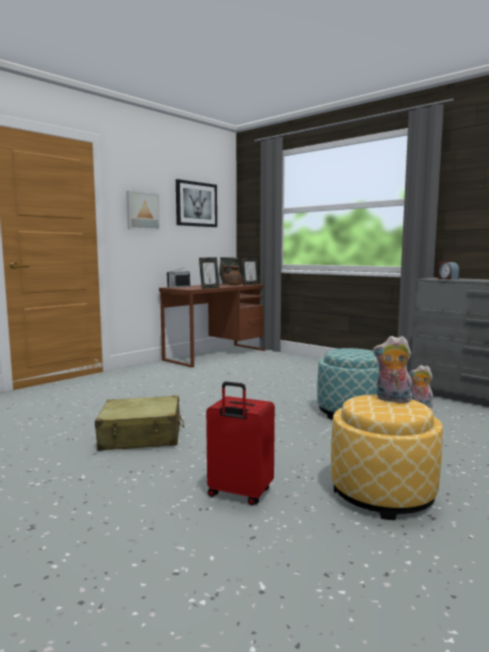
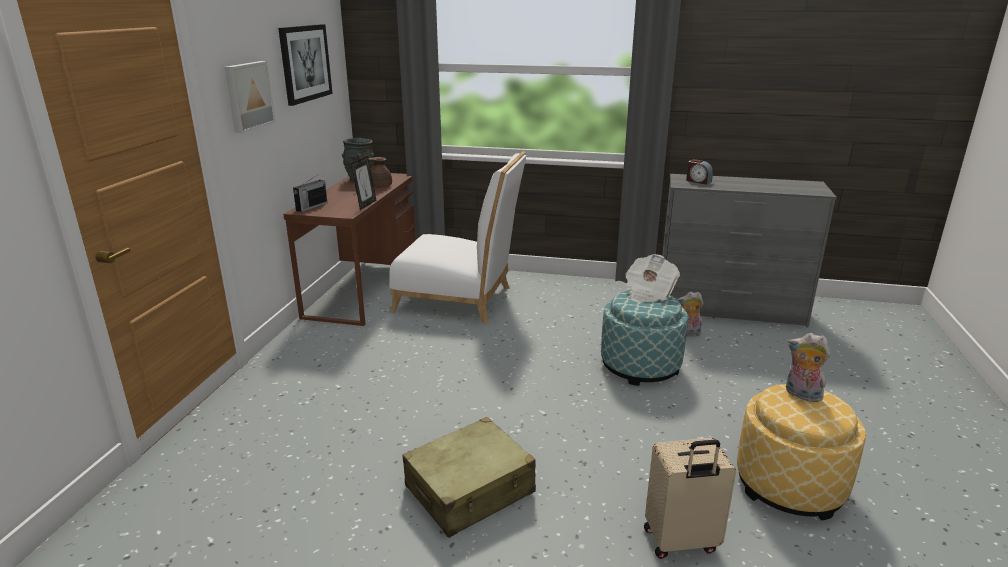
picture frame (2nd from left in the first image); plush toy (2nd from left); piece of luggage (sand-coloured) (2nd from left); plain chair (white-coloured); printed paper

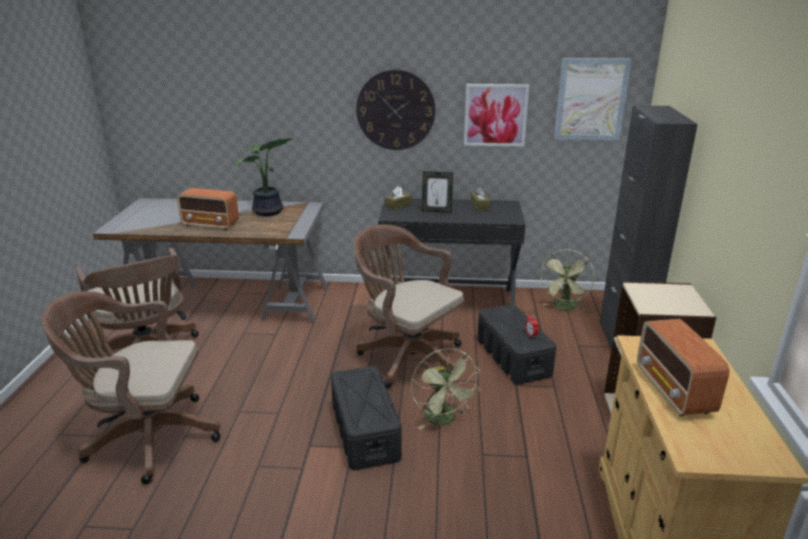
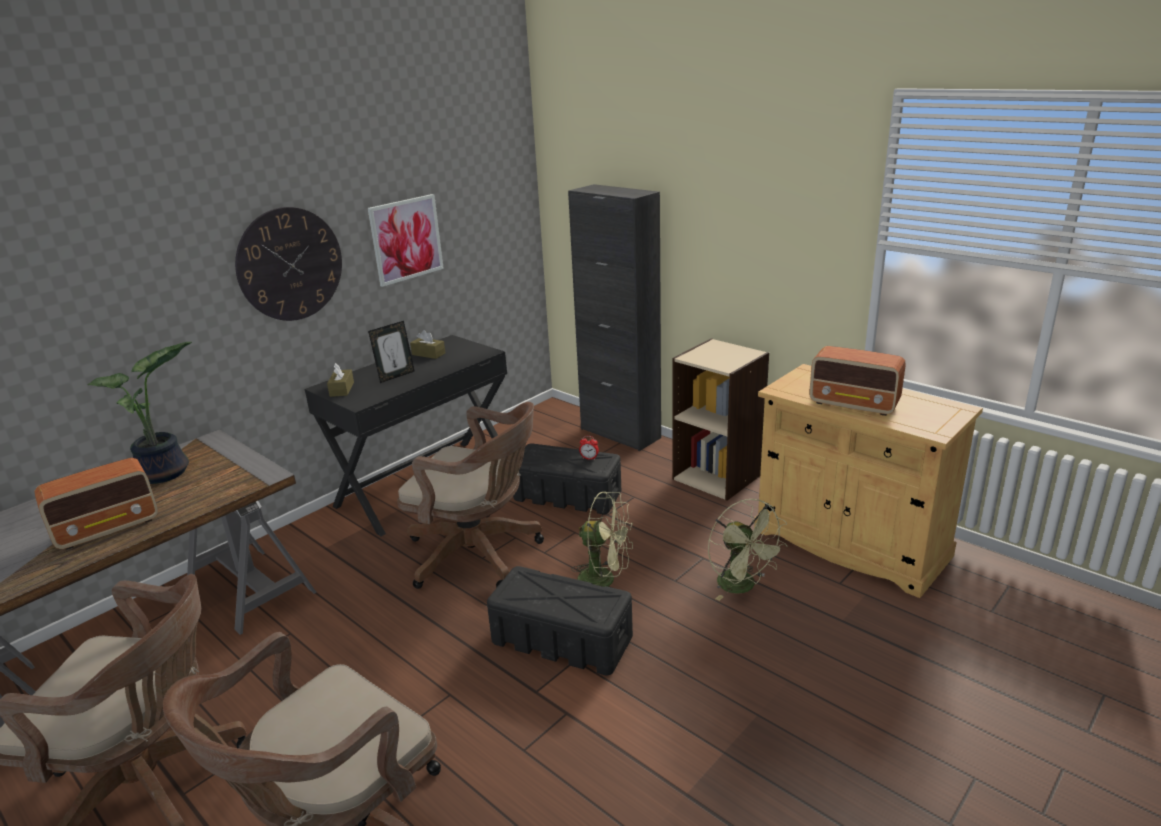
picture (2nd from left in the first image); desk chair (brown-coloured) (3rd from left); fan (green) (2nd from left)

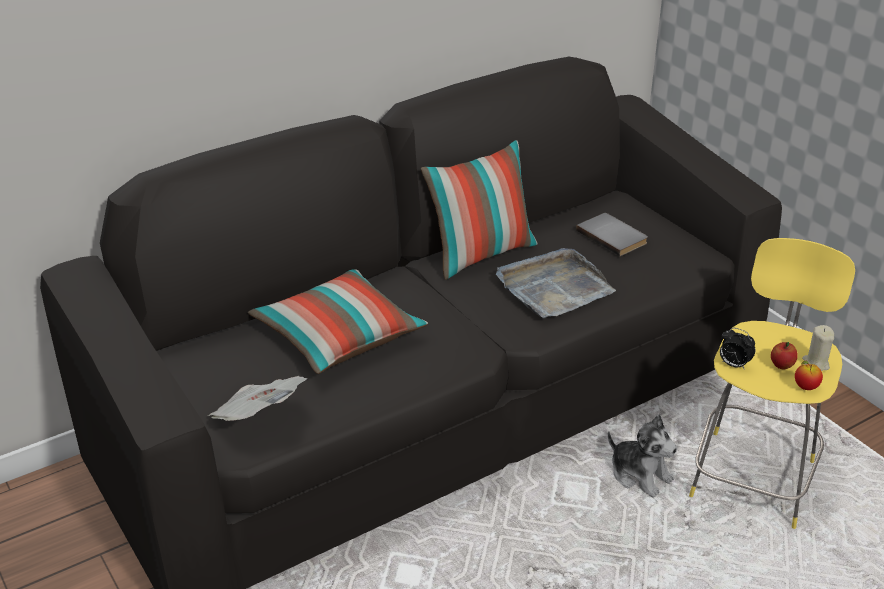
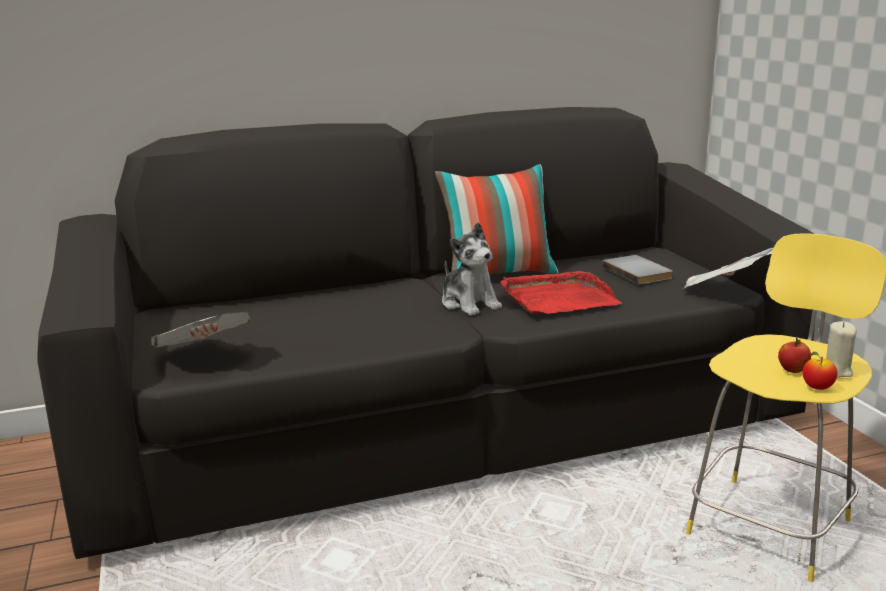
serving tray (red); throw pillow (1st from left in the first image); alarm clock; plush toy; printed paper (2nd from left)

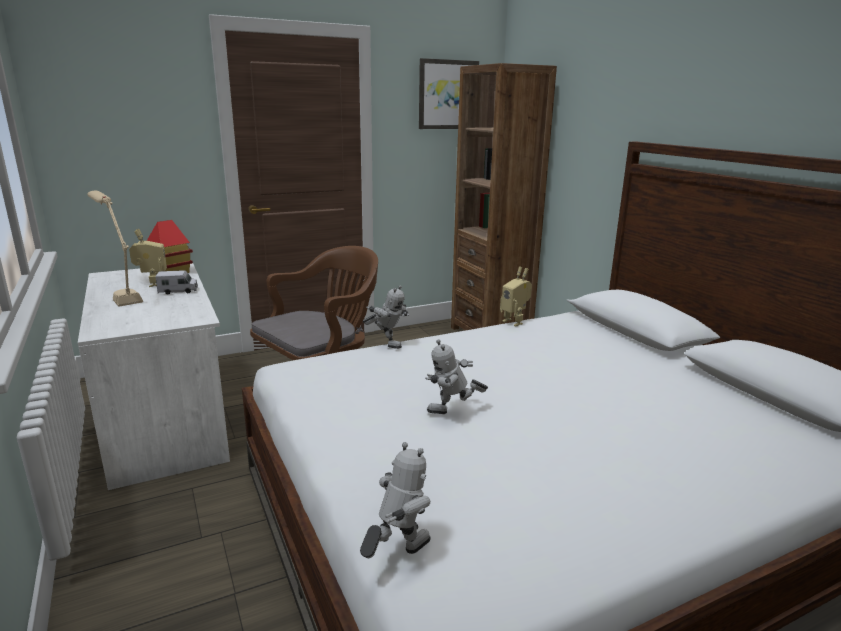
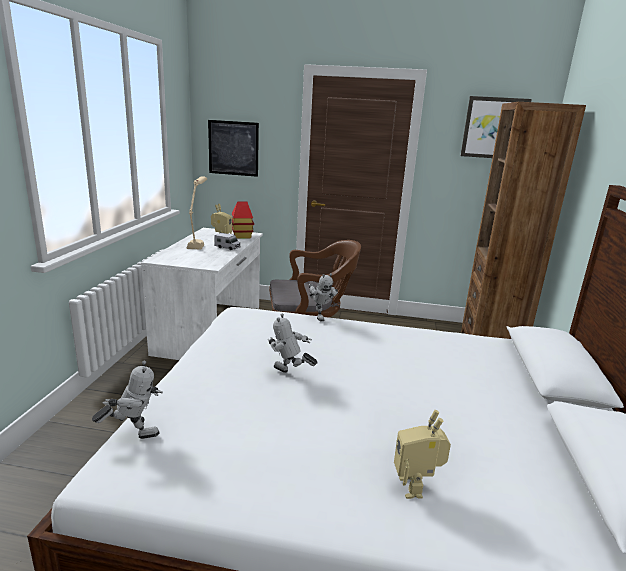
robot figure (5th from left); picture (1st from left)

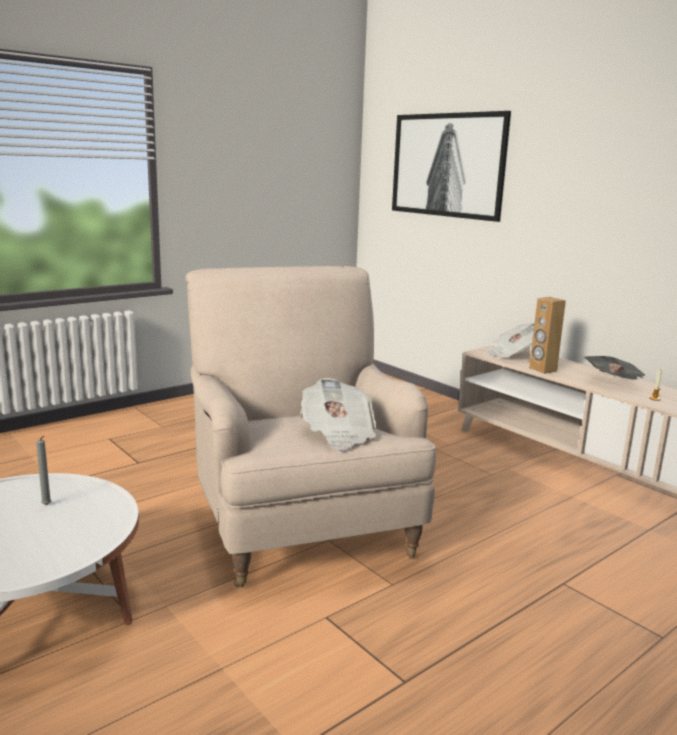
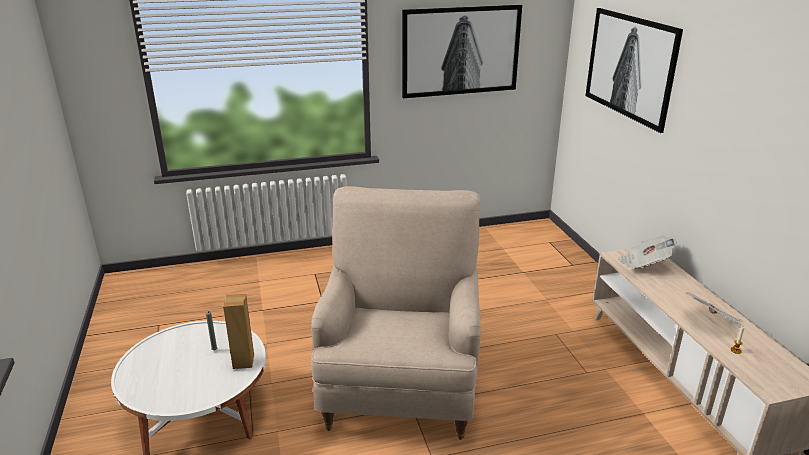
loudspeaker (brown-coloured); printed paper (1st from left in the first image); picture (1st from left)

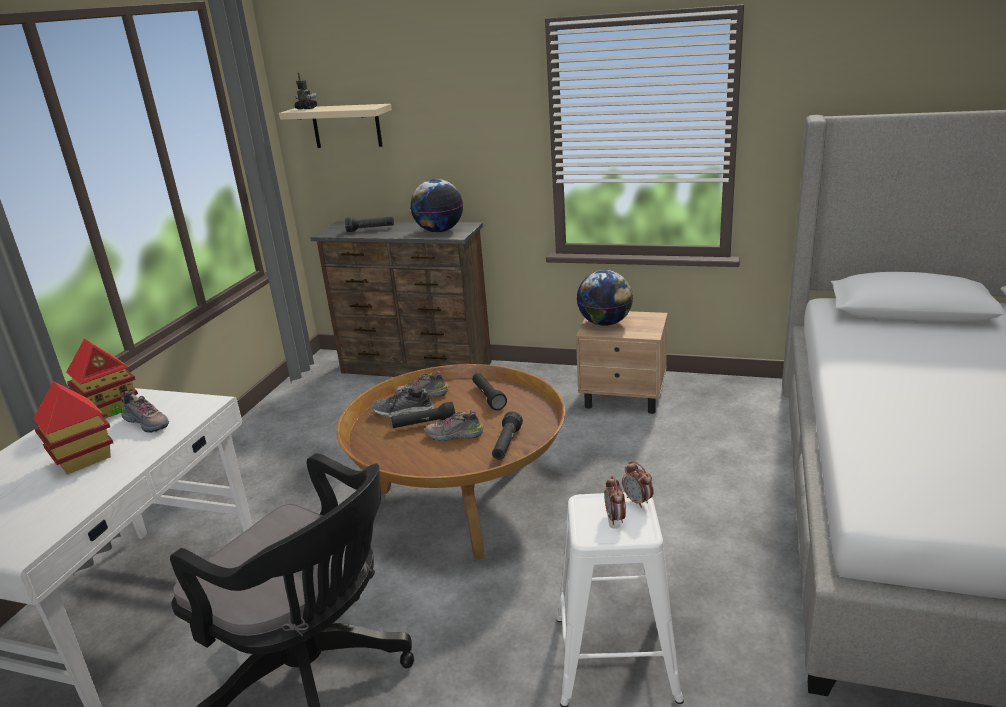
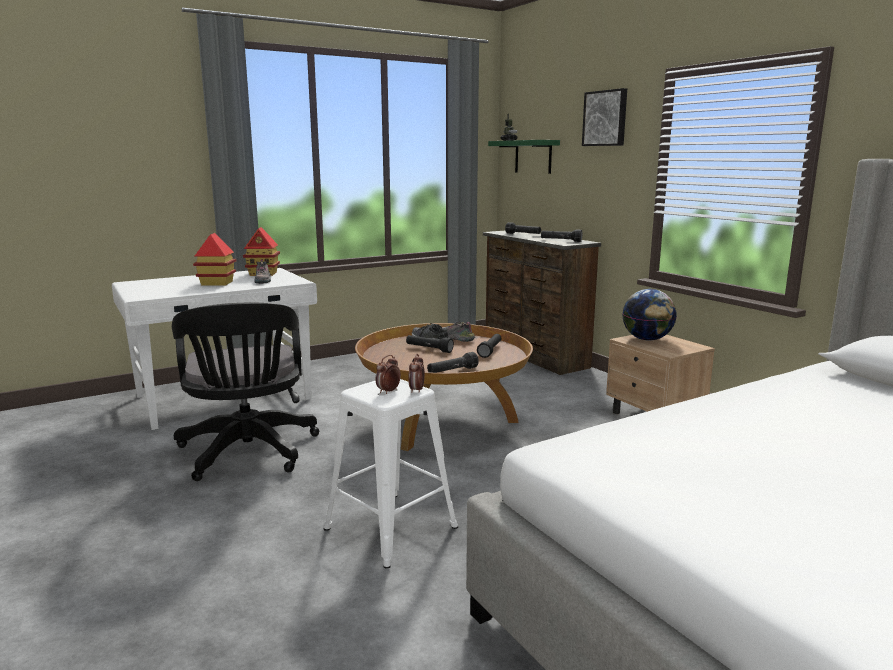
shelf (green); flashlight (black) (5th from left); shoe (4th from left in the first image); picture

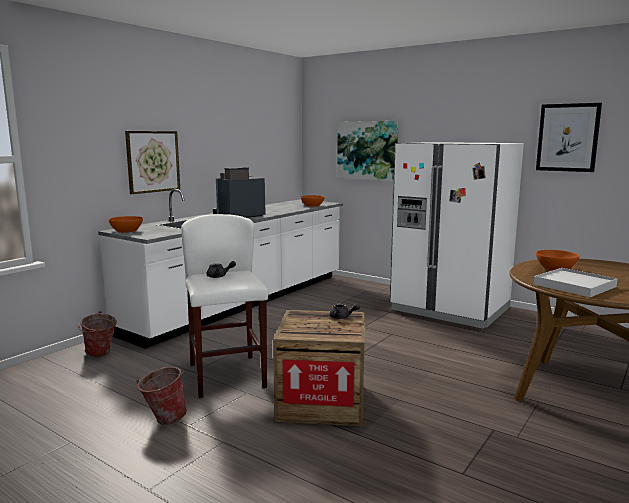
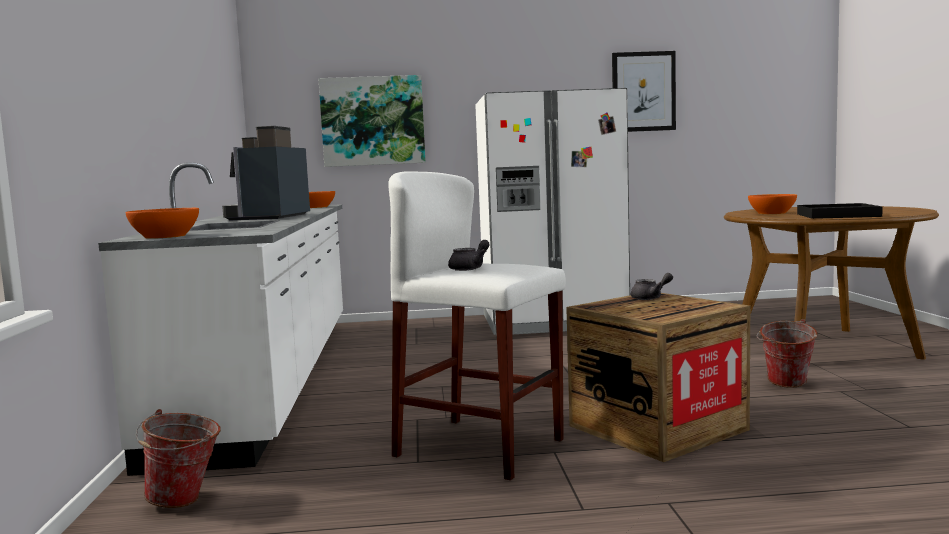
picture (1st from left in the first image); serving tray (black); pail (2nd from left)

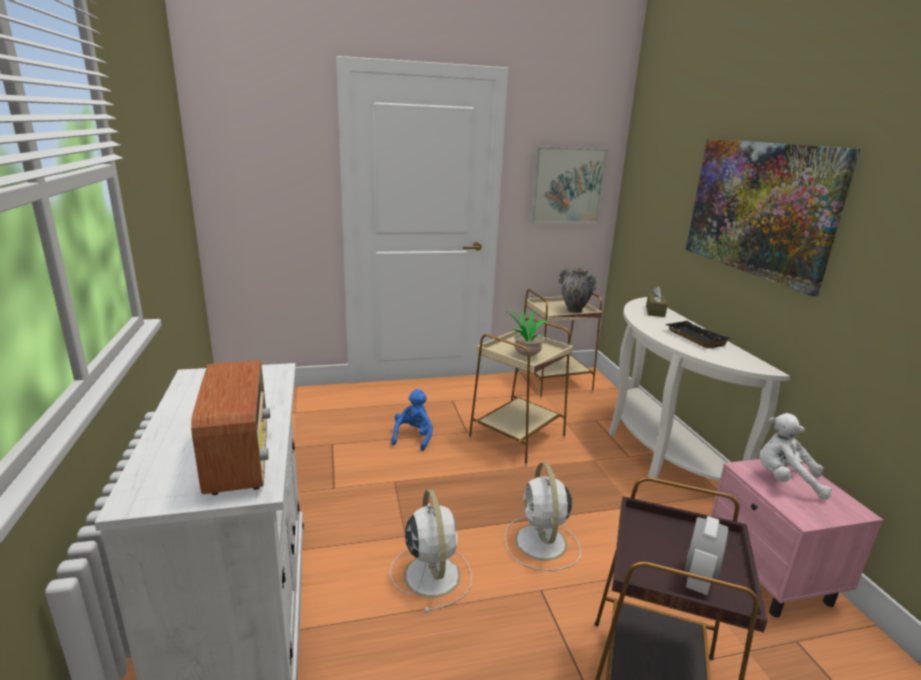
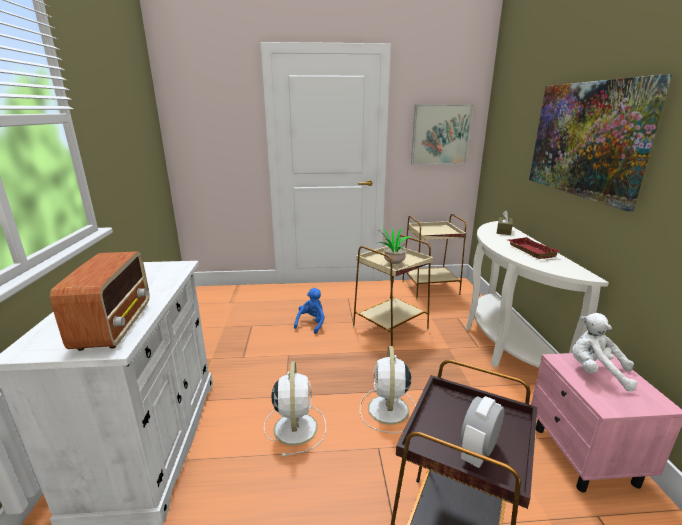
flower vase; serving tray (red)

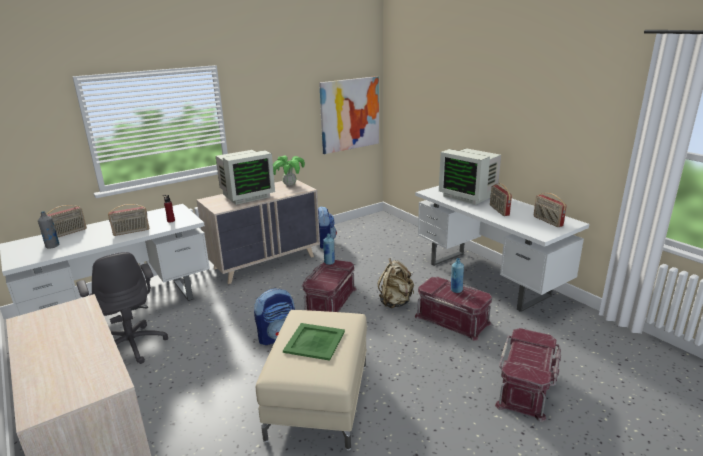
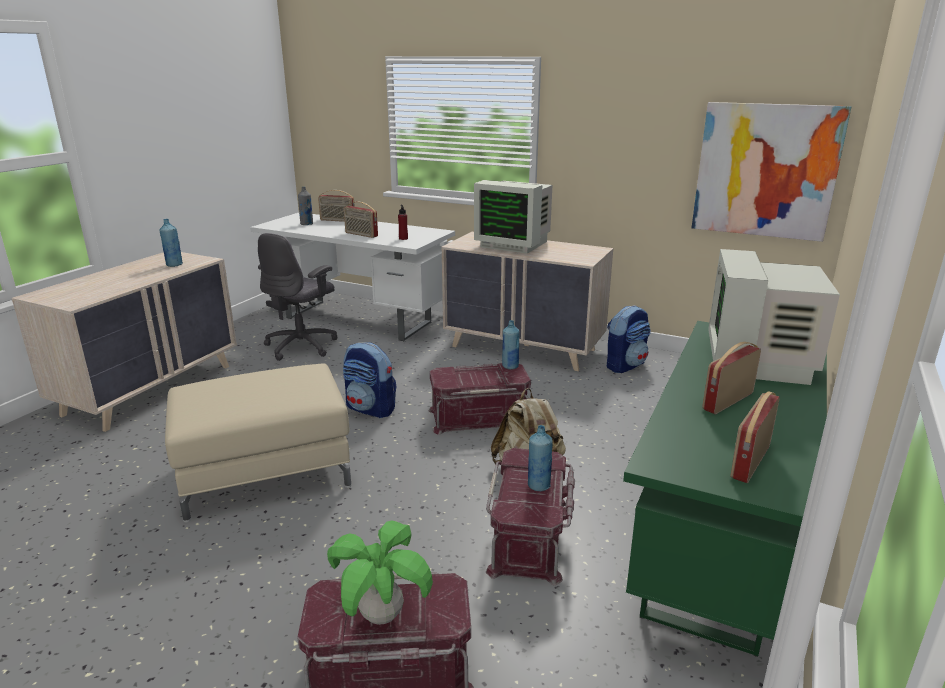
houseplant; desk table (green); serving tray (green); drink bottle (blue) (1st from left)

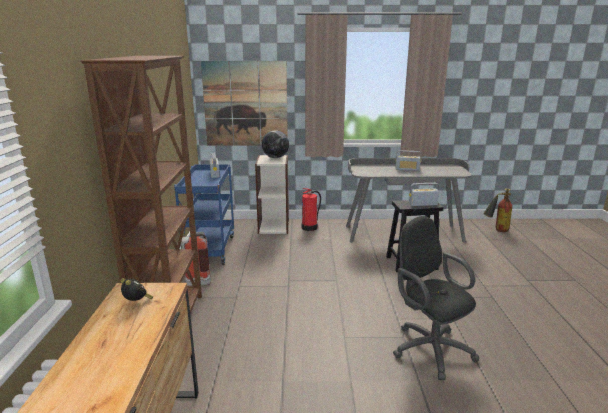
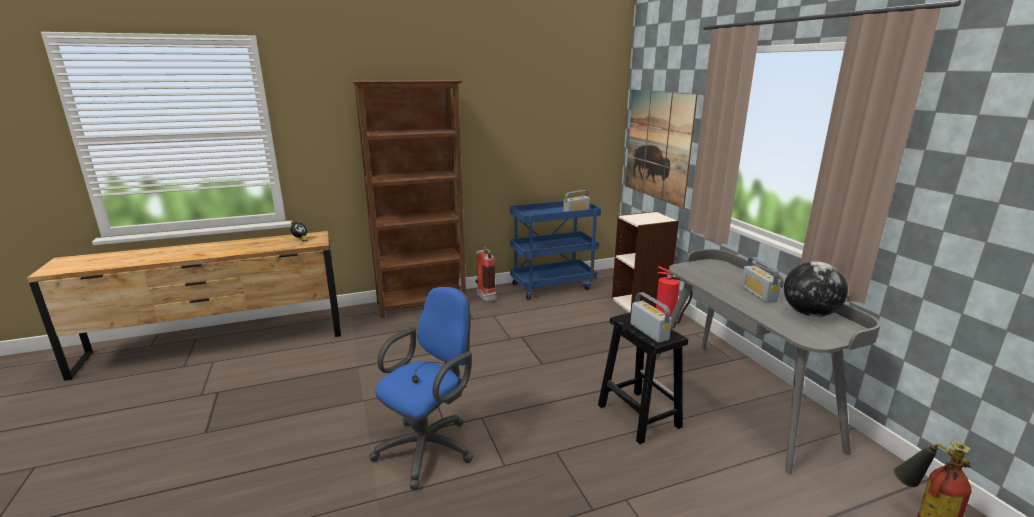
globe; desk chair (blue)

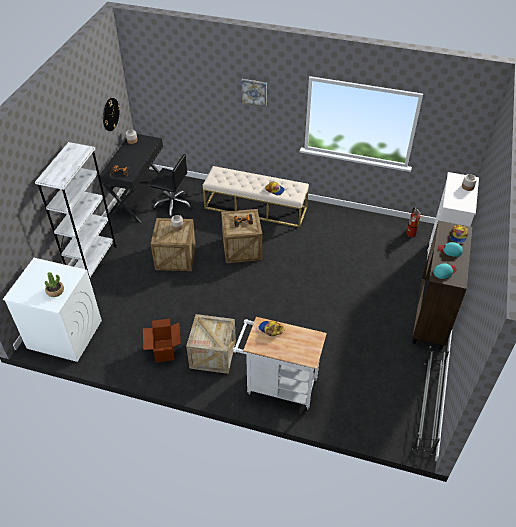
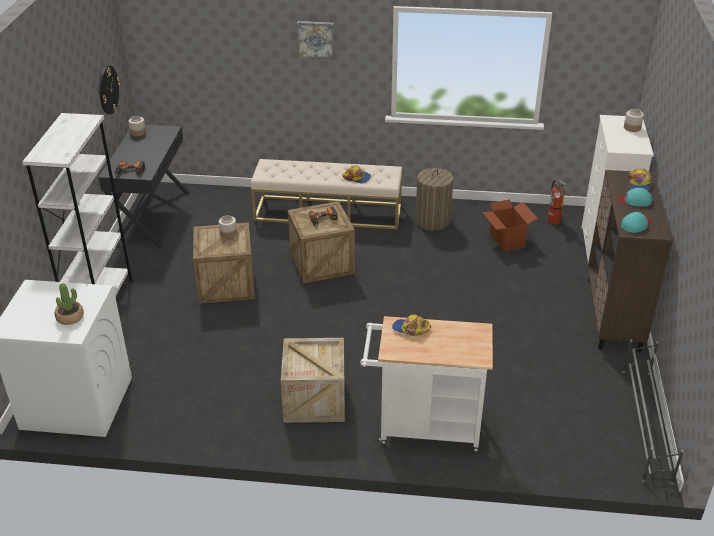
desk chair (black); cardboard box; hamper

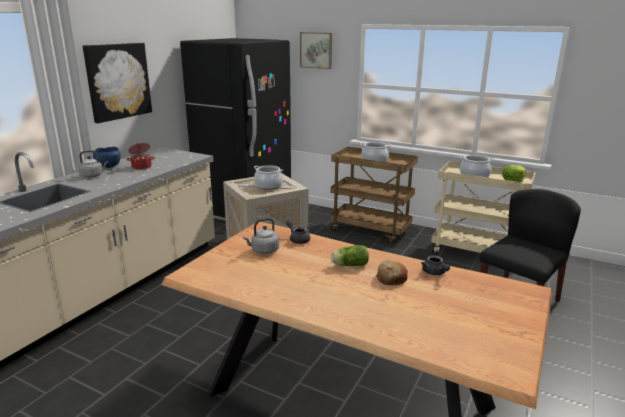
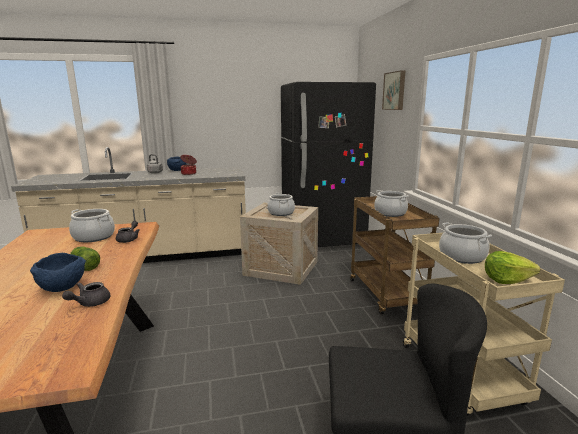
picture (1st from left in the first image); stockpot (1st from left); serving bowl (blue) (1st from left)

